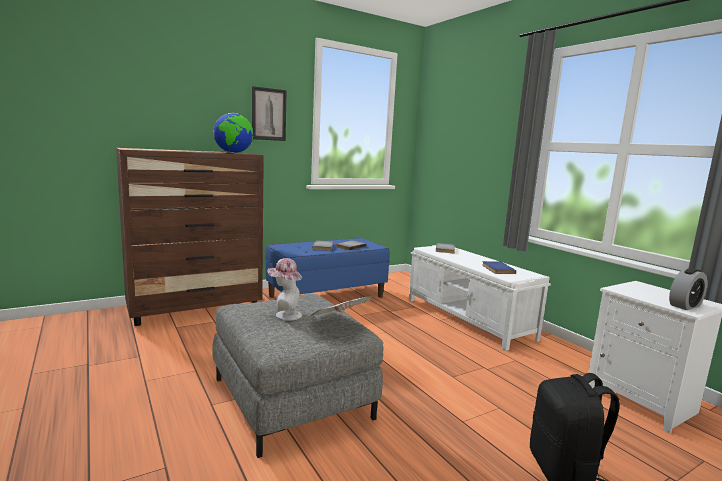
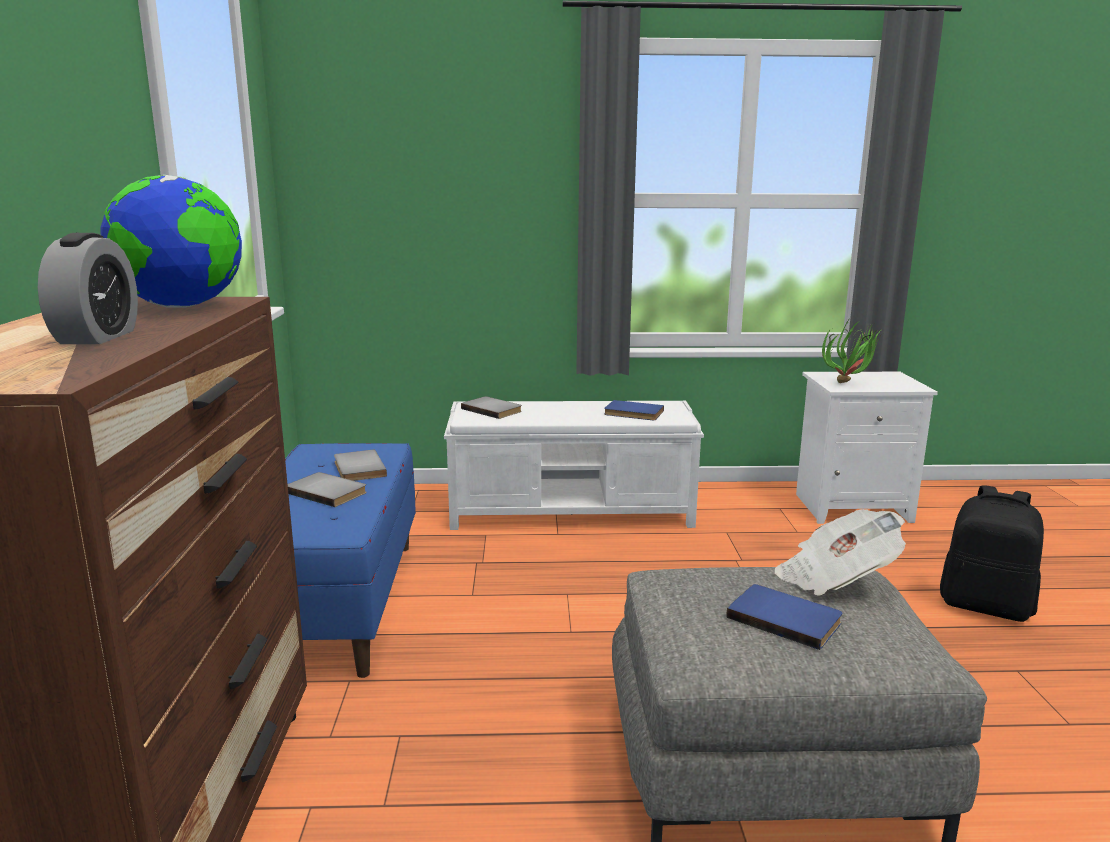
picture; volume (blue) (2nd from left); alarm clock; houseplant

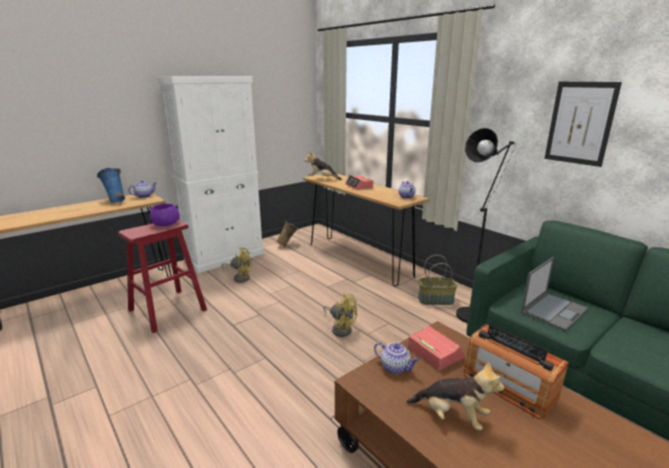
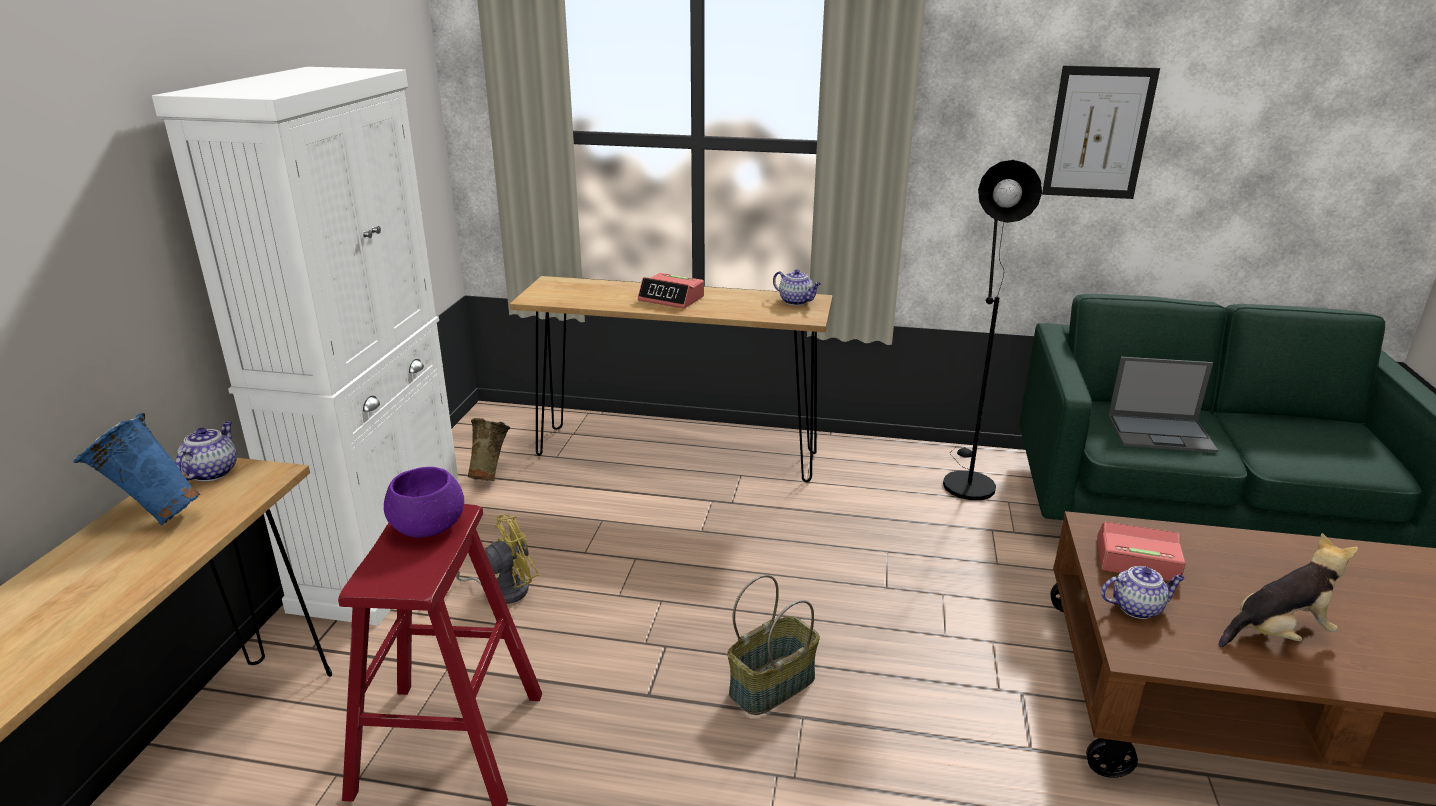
plush toy (1st from left in the first image); basket; portable computer; fan (yellowish) (2nd from left in the first image); radio receiver

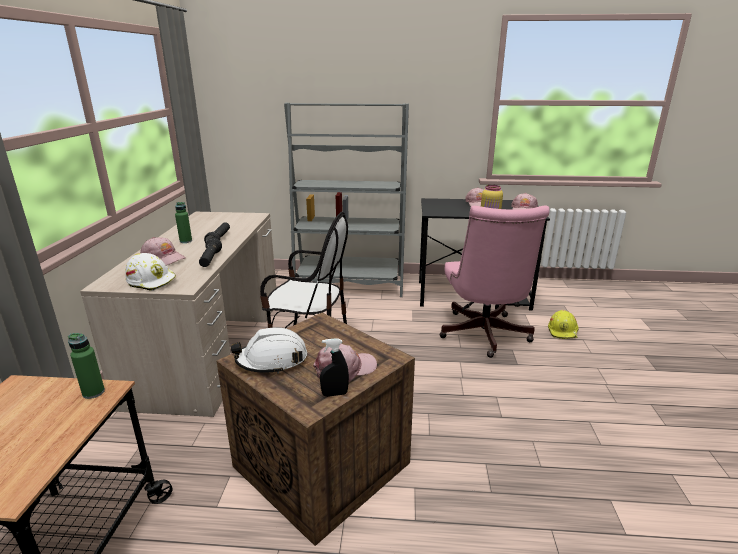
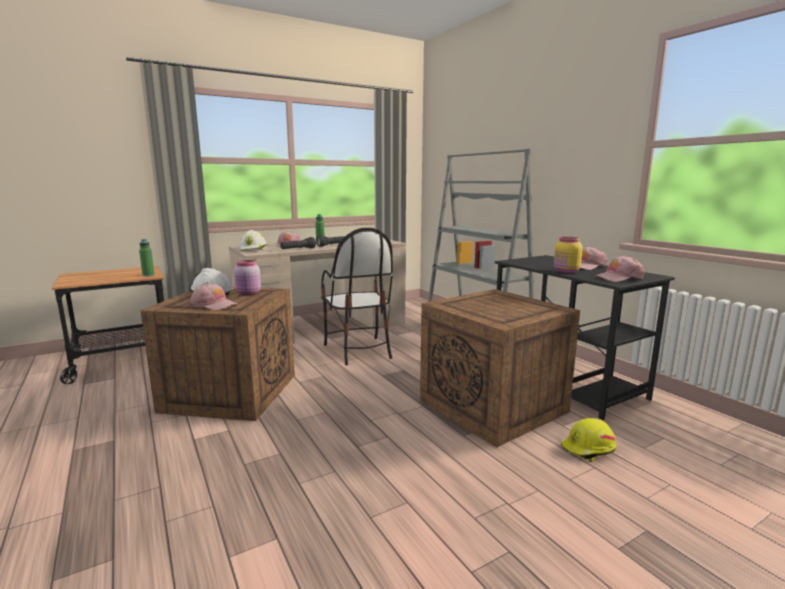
crate (2nd from left); spray bottle (black); preserve jar (pink)

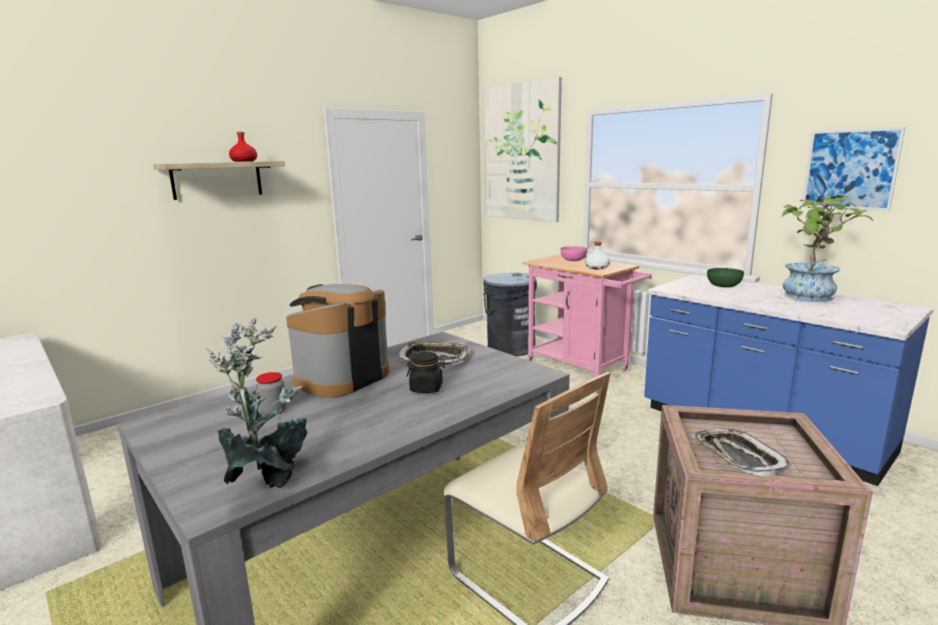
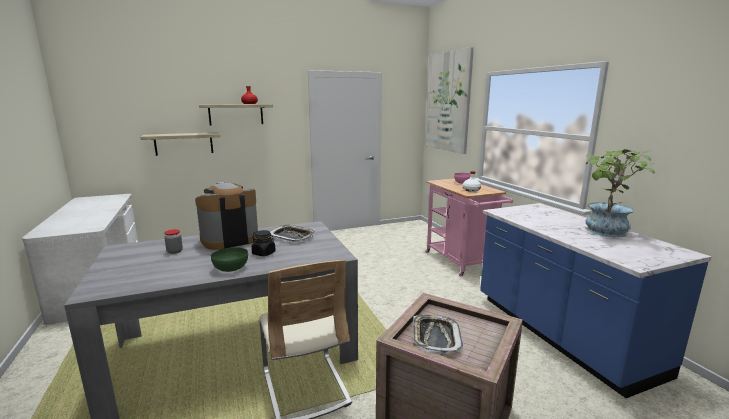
picture (2nd from left in the first image); serving bowl (green); rubbish bin (grey); houseplant (1st from left in the first image); shelf (1st from left)

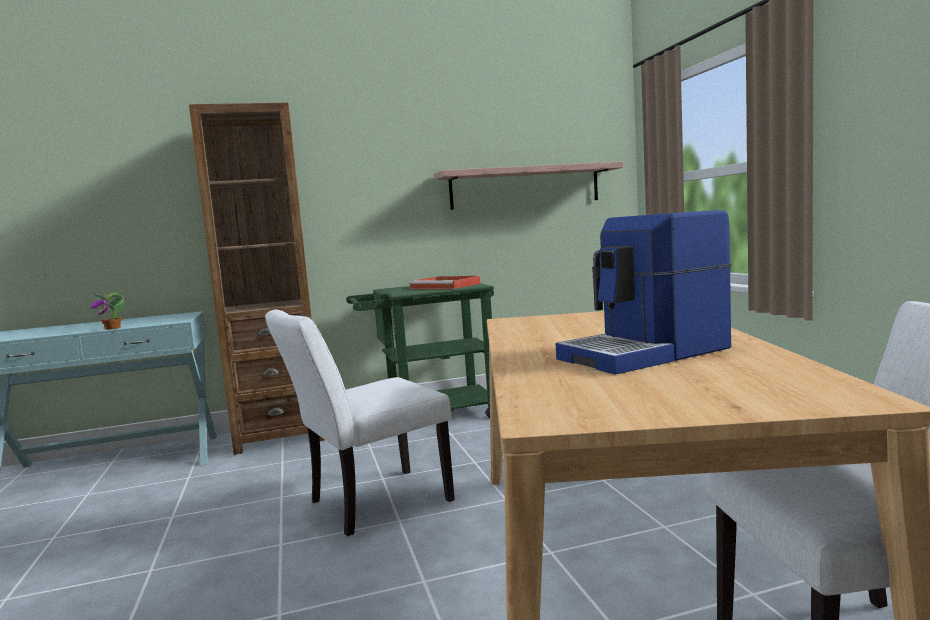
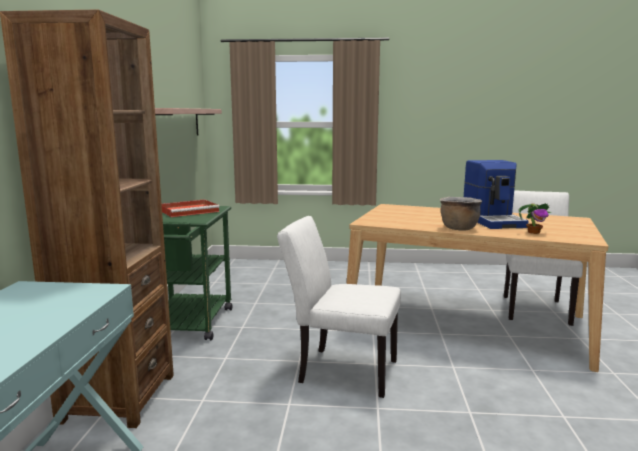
houseplant; plain chair (white-coloured) (1st from left); stockpot (brown-coloured)

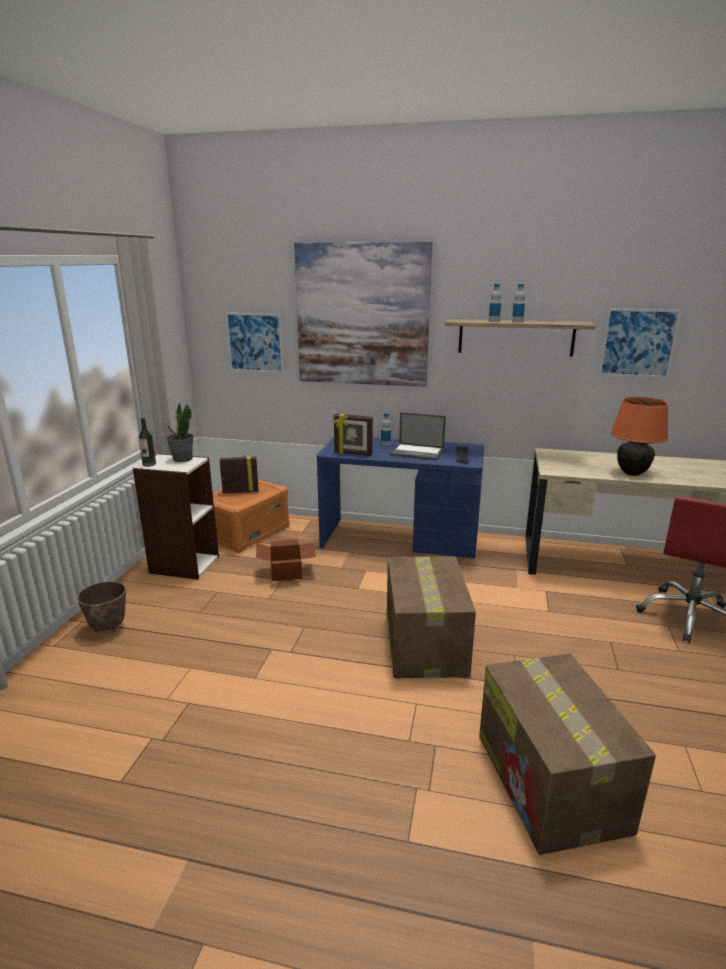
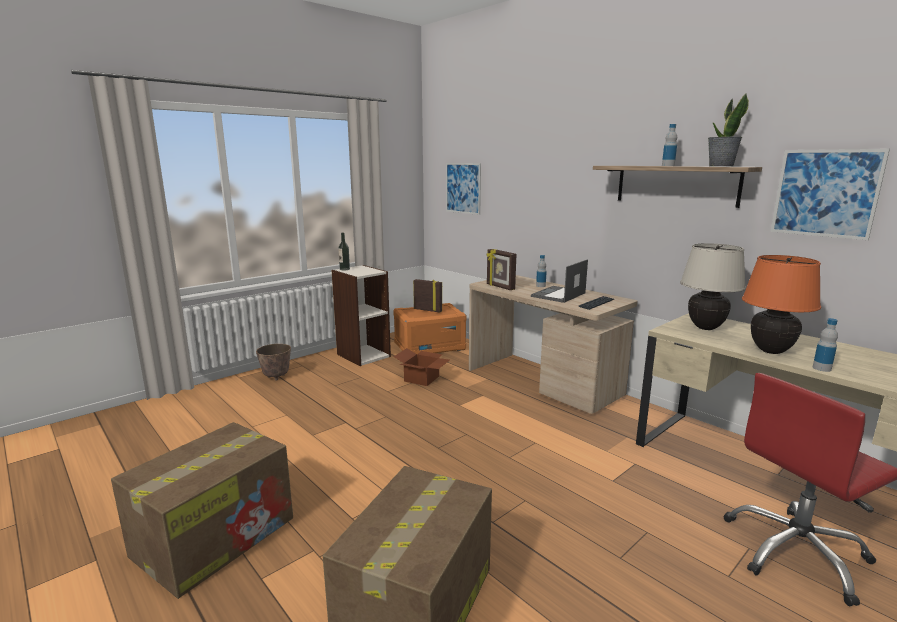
picture (2nd from left in the first image); drink bottle (4th from left); houseplant; portable computer; desk table (sand-coloured) (1st from left); cardboard box (1st from left); tabletop lamp (sand-coloured)

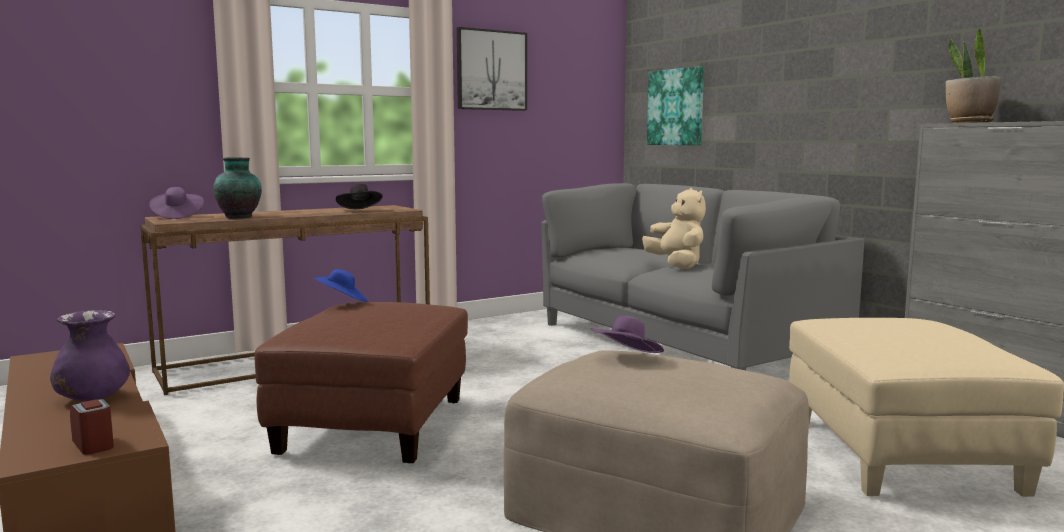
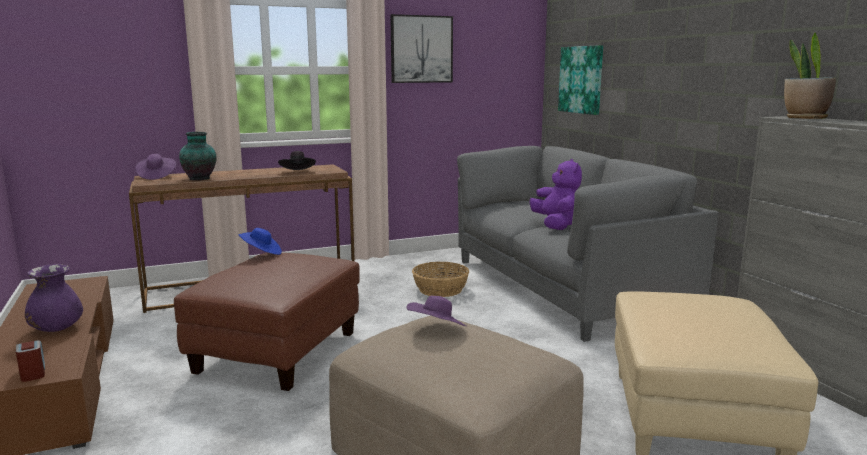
plush toy (purple-coloured); basket

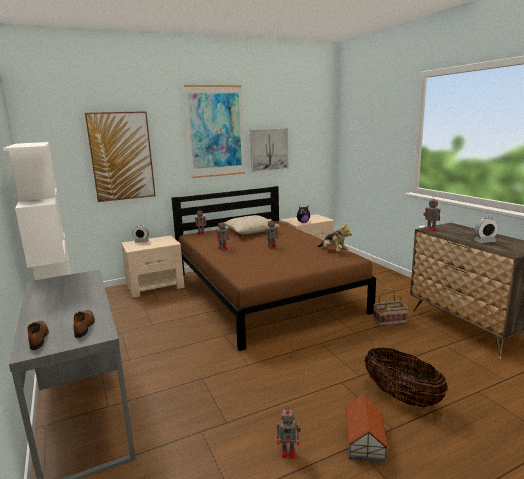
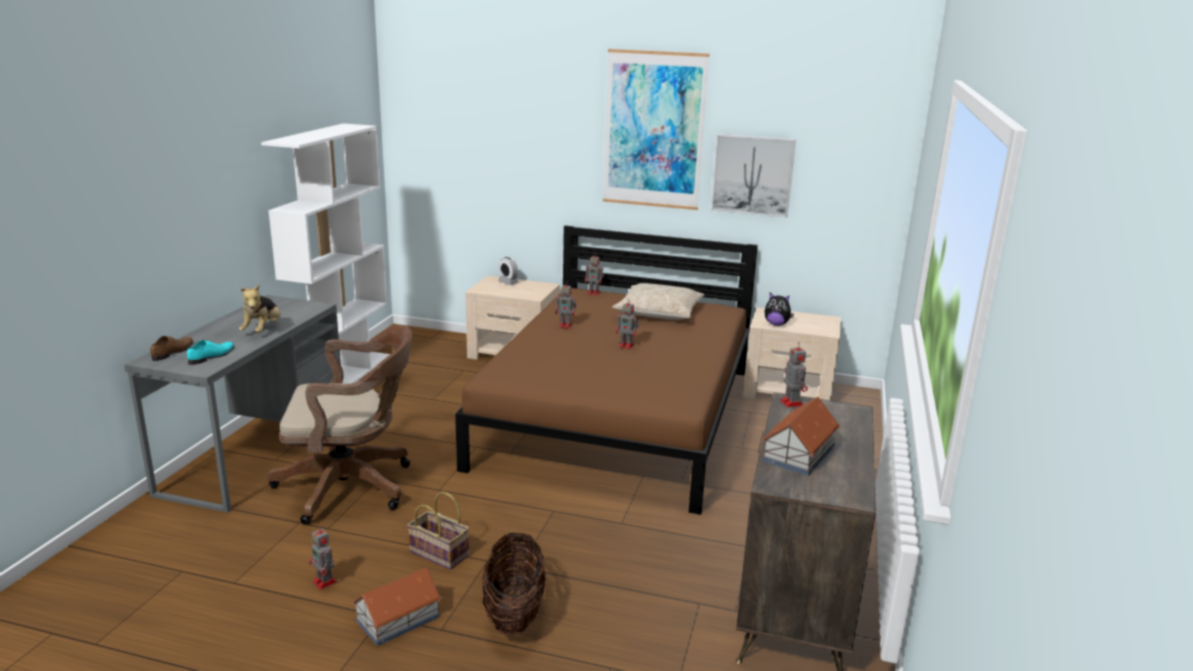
picture (1st from left in the first image); model house (2nd from left); plush toy (1st from left); basket (1st from left); shoe (blue-green); desk chair (brown-coloured)

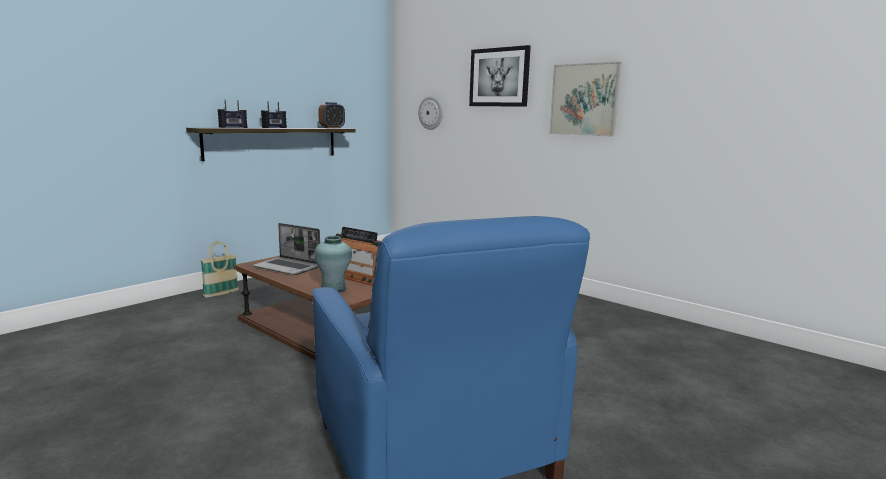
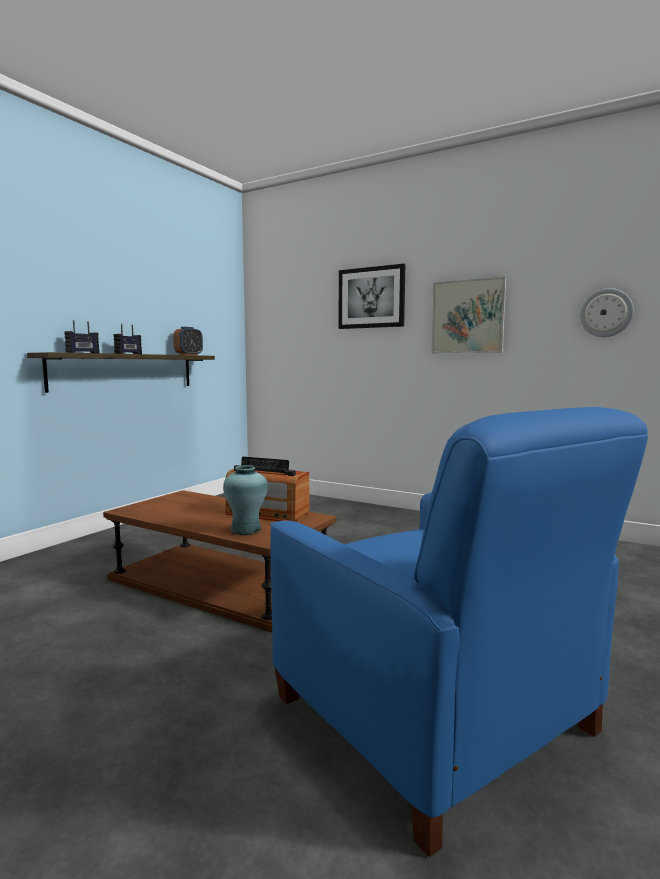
wall clock; portable computer; basket

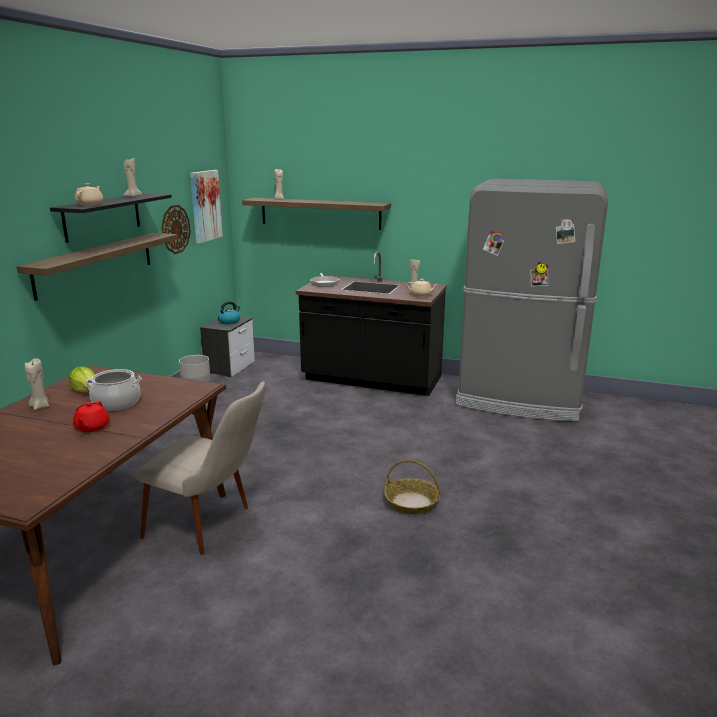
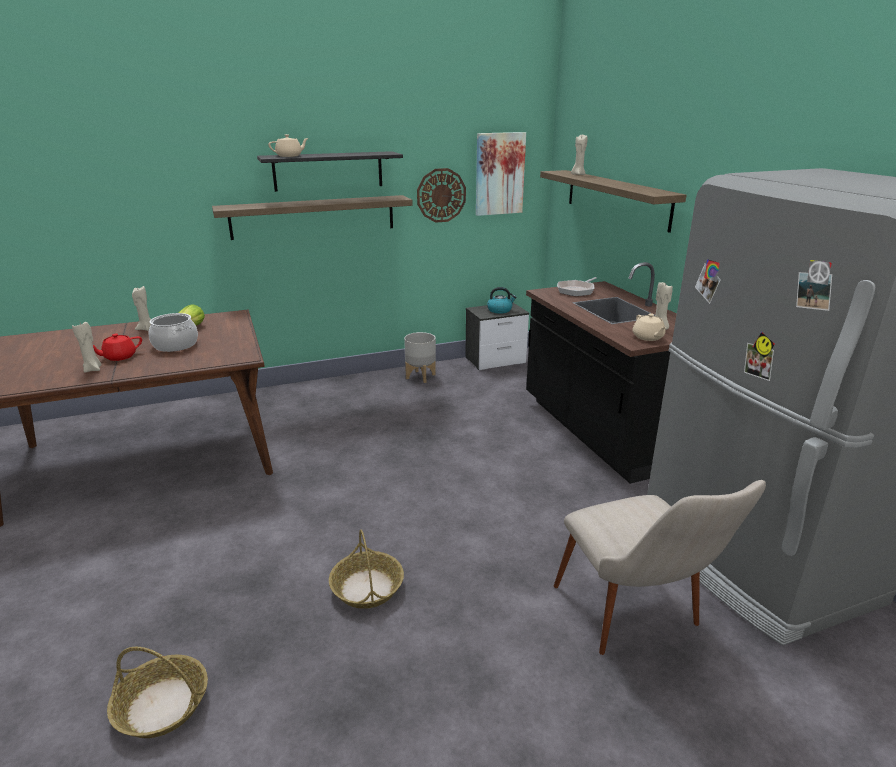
wax candle (sand-coloured) (1st from left); plain chair (sand-coloured); basket (1st from left)

